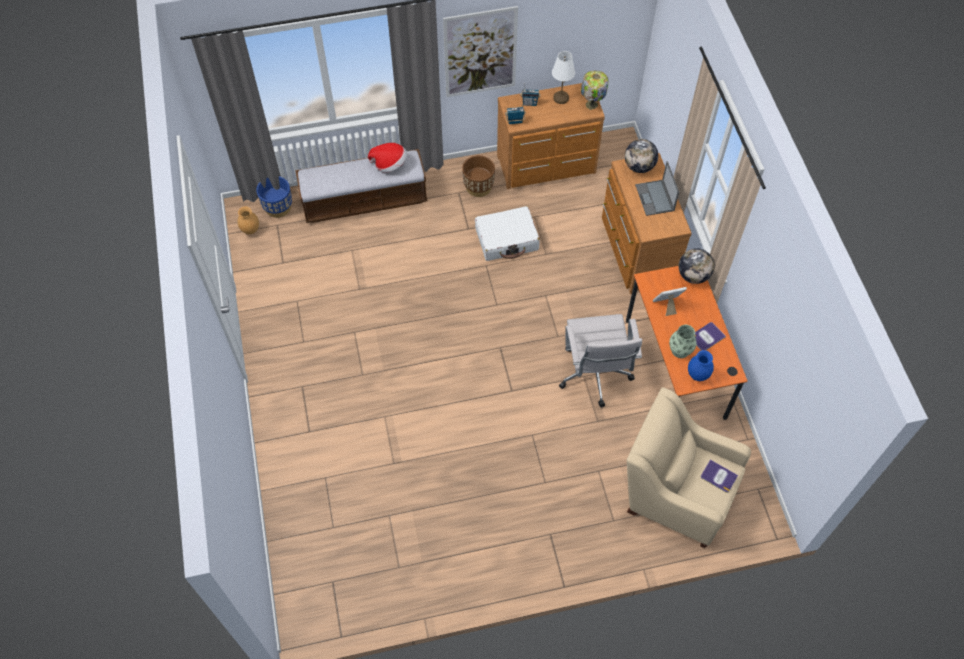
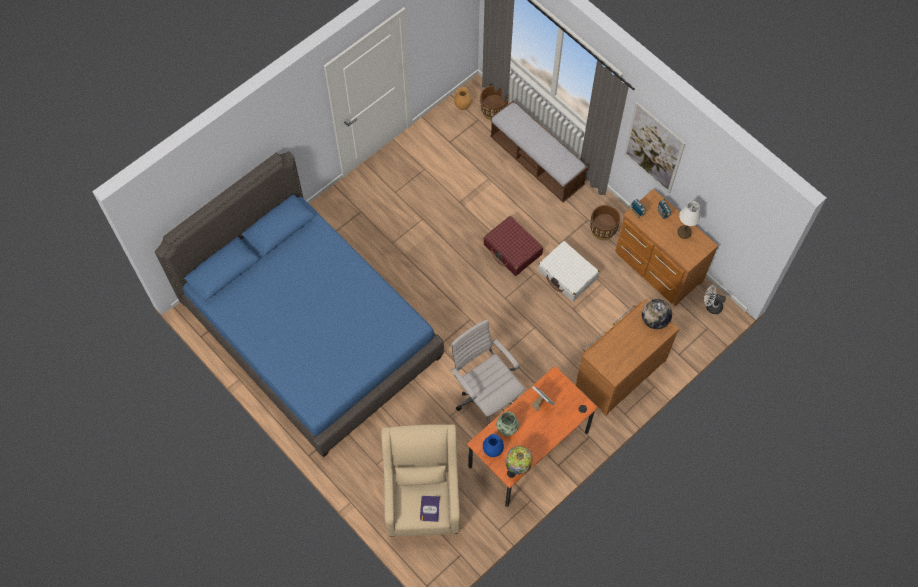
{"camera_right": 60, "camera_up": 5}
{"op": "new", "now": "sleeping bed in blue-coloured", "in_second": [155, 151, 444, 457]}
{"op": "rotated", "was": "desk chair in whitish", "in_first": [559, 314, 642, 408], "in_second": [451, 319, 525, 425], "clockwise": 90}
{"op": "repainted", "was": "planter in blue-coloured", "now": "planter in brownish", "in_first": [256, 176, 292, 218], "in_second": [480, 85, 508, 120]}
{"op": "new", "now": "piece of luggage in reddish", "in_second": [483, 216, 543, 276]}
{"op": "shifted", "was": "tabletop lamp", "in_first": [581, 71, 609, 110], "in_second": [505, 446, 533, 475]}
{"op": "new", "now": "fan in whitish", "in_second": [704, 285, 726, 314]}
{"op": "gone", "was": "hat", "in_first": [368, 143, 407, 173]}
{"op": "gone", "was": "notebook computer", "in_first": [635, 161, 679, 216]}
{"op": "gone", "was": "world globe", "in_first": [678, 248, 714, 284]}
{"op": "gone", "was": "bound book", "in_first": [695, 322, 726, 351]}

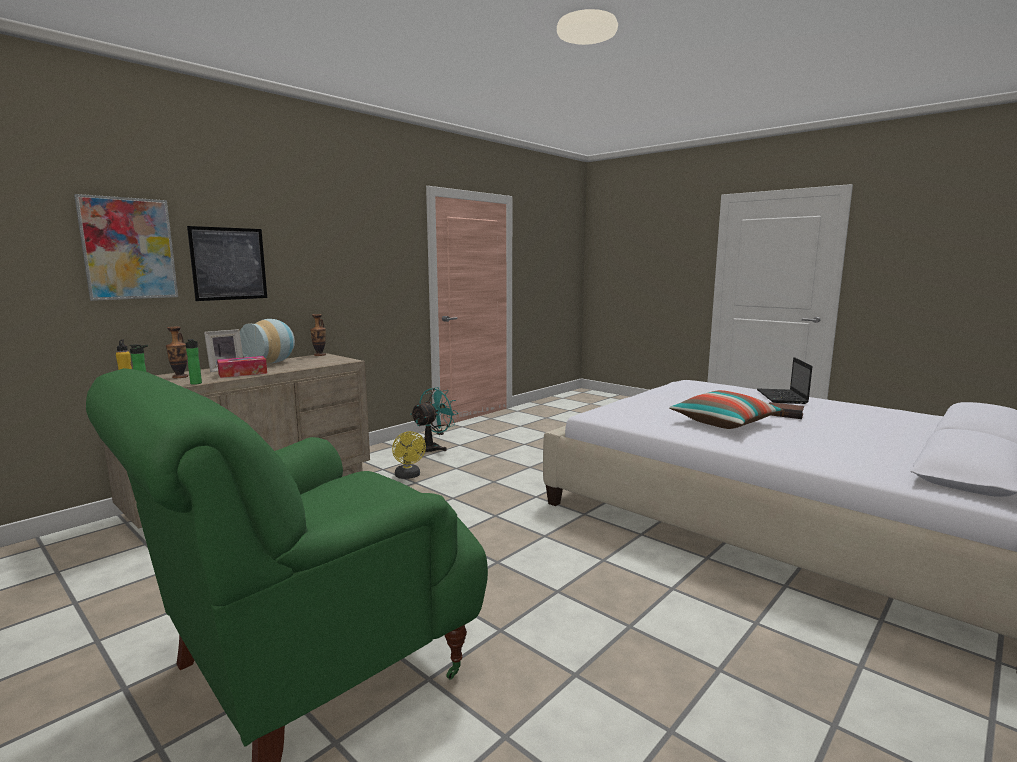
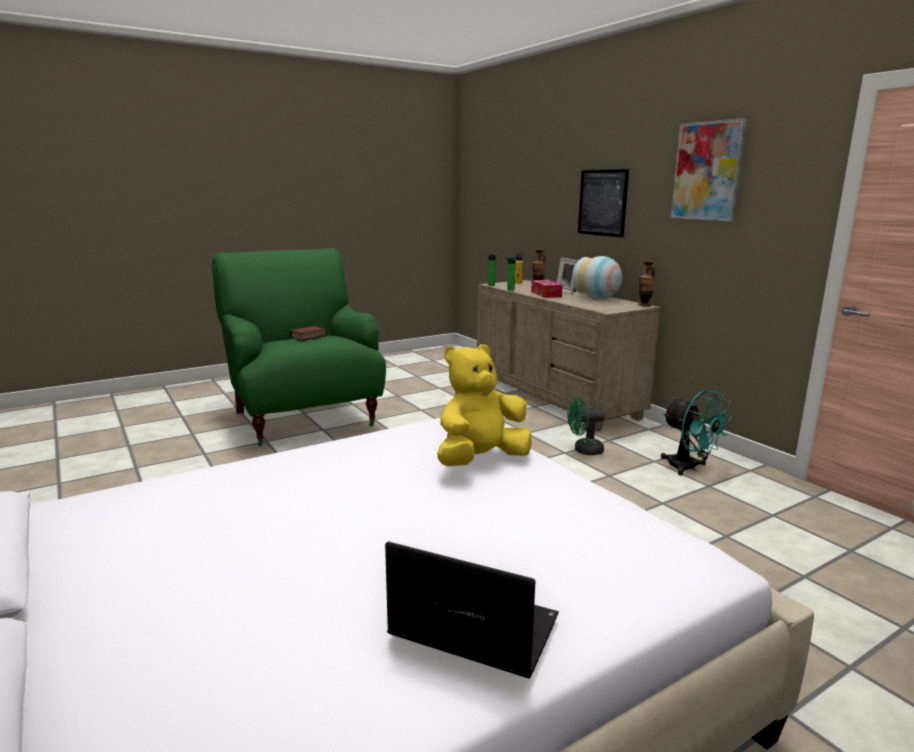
{"camera_right": 105, "camera_up": 5}
{"op": "shifted", "was": "bound book", "in_first": [769, 402, 804, 419], "in_second": [290, 326, 327, 341]}
{"op": "new", "now": "plush toy in yellowish", "in_second": [437, 344, 532, 466]}
{"op": "repainted", "was": "fan in yellowish", "now": "fan in green", "in_first": [392, 431, 426, 479], "in_second": [567, 398, 605, 455]}
{"op": "shifted", "was": "wall art", "in_first": [74, 194, 178, 301], "in_second": [671, 118, 747, 222]}
{"op": "gone", "was": "pillow", "in_first": [669, 390, 783, 429]}

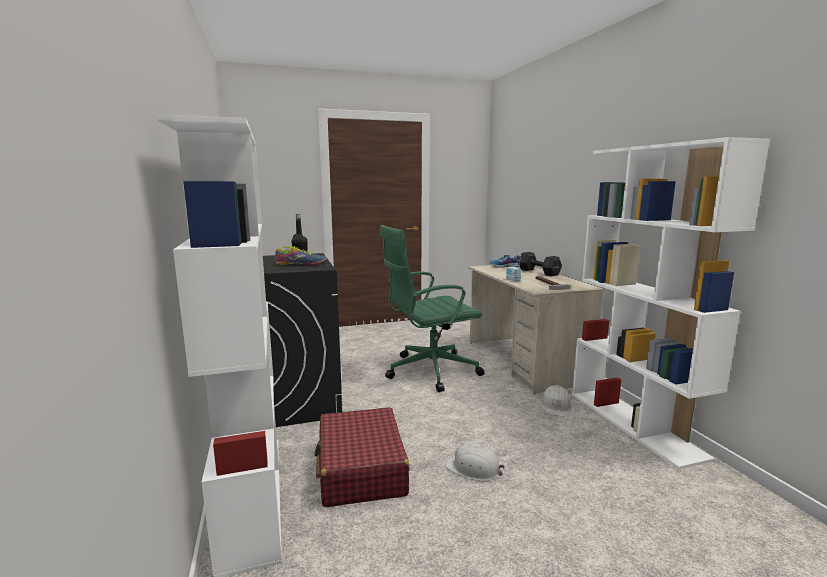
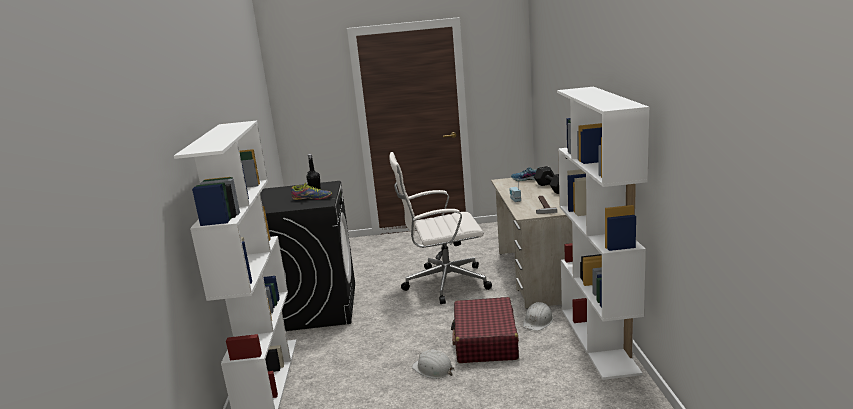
{"camera_right": 15, "camera_up": 5}
{"op": "repainted", "was": "desk chair in green", "now": "desk chair in whitish", "in_first": [380, 225, 485, 392], "in_second": [389, 152, 492, 304]}
{"op": "shifted", "was": "piece of luggage in reddish", "in_first": [314, 407, 410, 507], "in_second": [451, 297, 519, 363]}

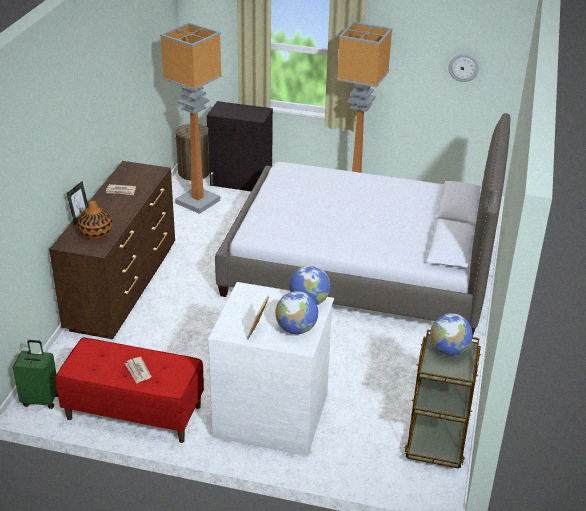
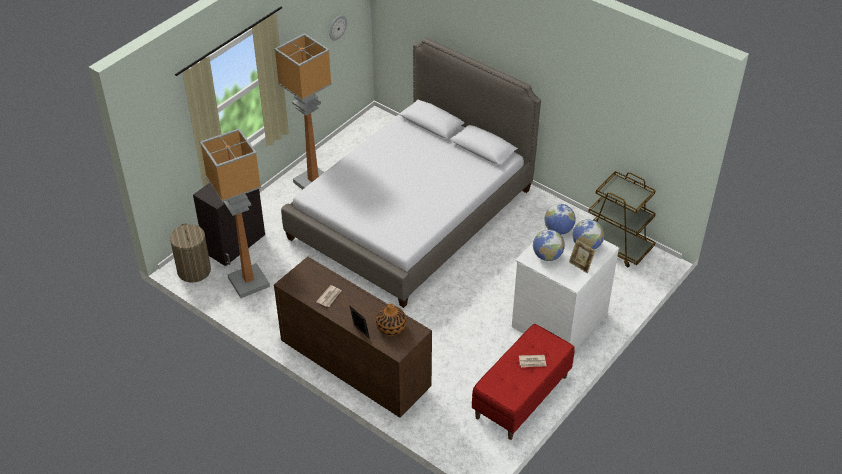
{"camera_right": -65, "camera_up": 10}
{"op": "shifted", "was": "world globe", "in_first": [430, 313, 473, 355], "in_second": [533, 229, 565, 261]}
{"op": "gone", "was": "piece of luggage in green", "in_first": [13, 340, 58, 409]}

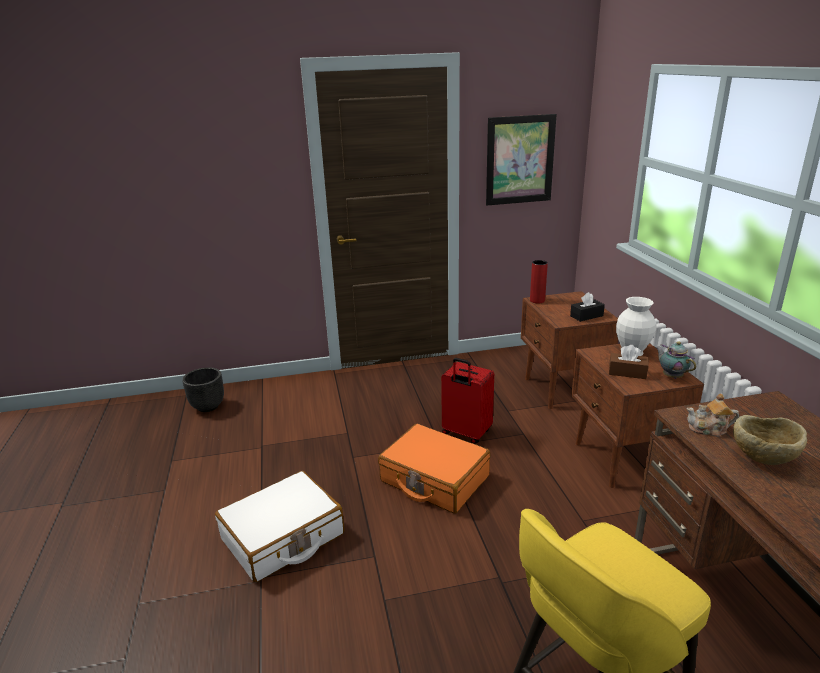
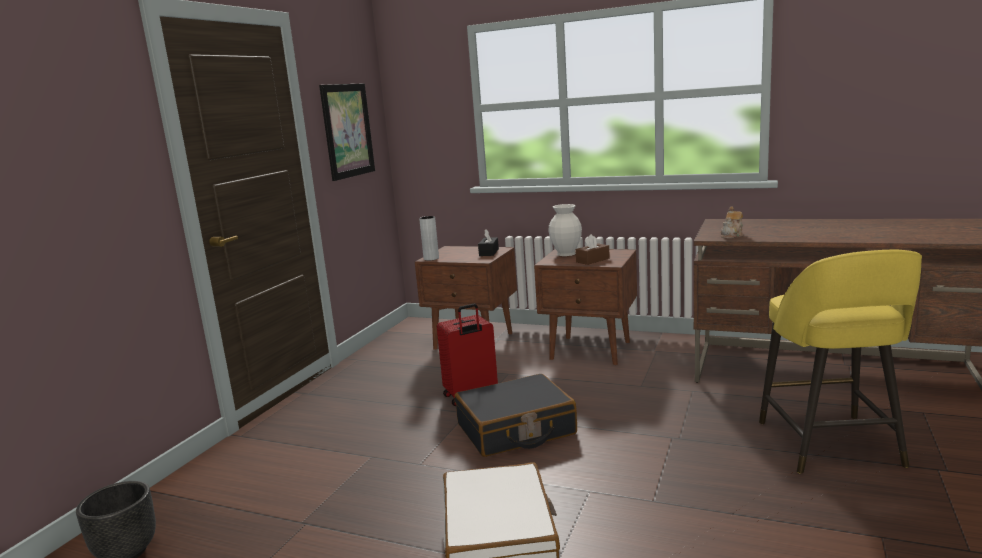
{"camera_right": -55, "camera_up": -10}
{"op": "repainted", "was": "vase in reddish", "now": "vase in grey", "in_first": [530, 260, 548, 303], "in_second": [419, 216, 439, 261]}
{"op": "repainted", "was": "piece of luggage in orange", "now": "piece of luggage in black", "in_first": [378, 424, 490, 514], "in_second": [455, 374, 577, 457]}
{"op": "gone", "was": "tea pot", "in_first": [655, 341, 696, 379]}
{"op": "gone", "was": "bowl in beige-coloured", "in_first": [733, 415, 807, 465]}

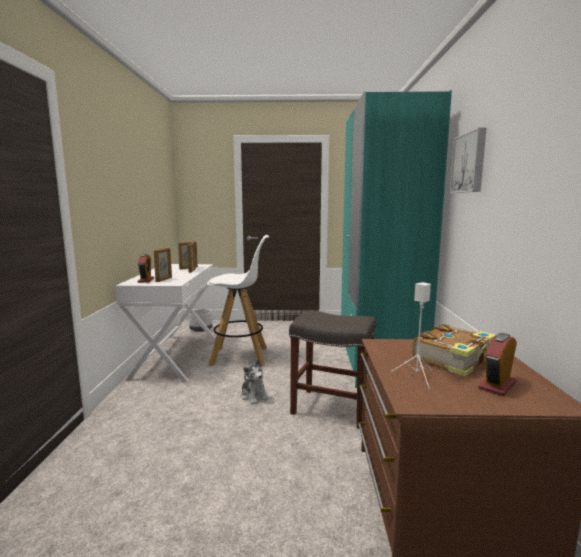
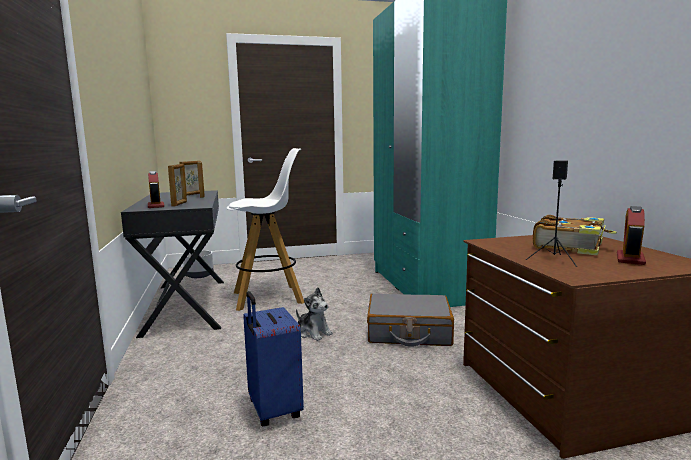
{"camera_right": -15, "camera_up": 0}
{"op": "repainted", "was": "desk table in whitish", "now": "desk table in black", "in_first": [115, 264, 215, 382], "in_second": [121, 190, 224, 338]}
{"op": "new", "now": "piece of luggage in blue-coloured", "in_second": [243, 291, 304, 426]}
{"op": "swapped", "was": "sitting stool in grey", "now": "piece of luggage in grey", "in_first": [289, 310, 376, 429], "in_second": [367, 293, 454, 347]}
{"op": "repainted", "was": "loudspeaker in whitish", "now": "loudspeaker in black", "in_first": [390, 282, 432, 389], "in_second": [526, 160, 577, 267]}
{"op": "gone", "was": "wall art", "in_first": [450, 128, 486, 193]}

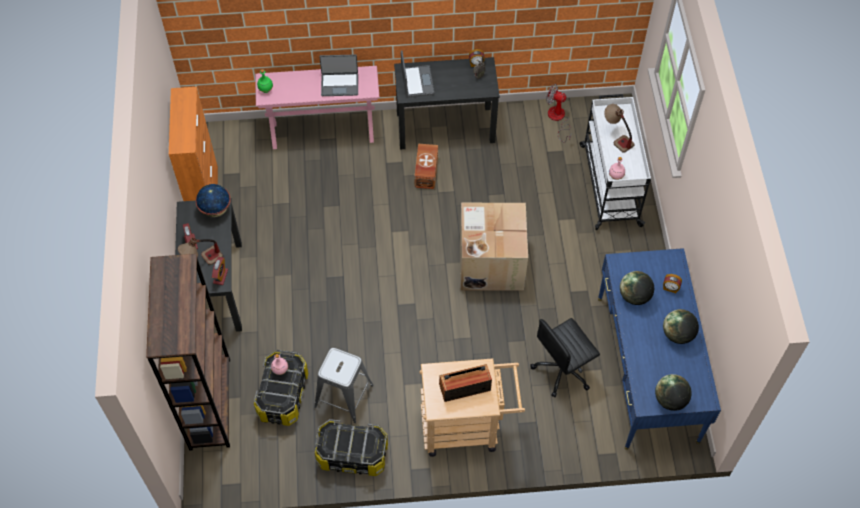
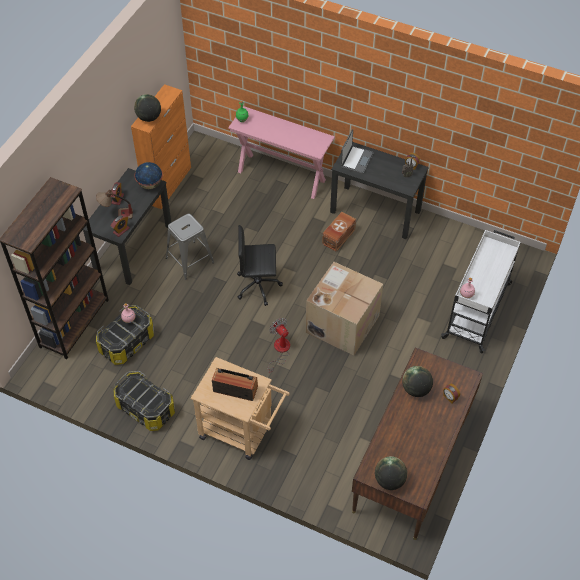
{"camera_right": 30, "camera_up": -5}
{"op": "shifted", "was": "world globe", "in_first": [663, 309, 699, 344], "in_second": [134, 94, 161, 122]}
{"op": "shifted", "was": "sitting stool in grey", "in_first": [314, 348, 374, 423], "in_second": [166, 214, 214, 280]}
{"op": "shifted", "was": "desk chair in black", "in_first": [530, 318, 600, 397], "in_second": [237, 225, 283, 306]}
{"op": "shifted", "was": "fan", "in_first": [546, 84, 571, 143], "in_second": [268, 318, 290, 372]}
{"op": "repainted", "was": "desk table in blue-coloured", "now": "desk table in brownish", "in_first": [598, 248, 721, 450], "in_second": [352, 348, 483, 540]}
{"op": "gone", "was": "notebook computer", "in_first": [319, 54, 358, 96]}
{"op": "gone", "was": "tabletop lamp", "in_first": [604, 104, 635, 153]}

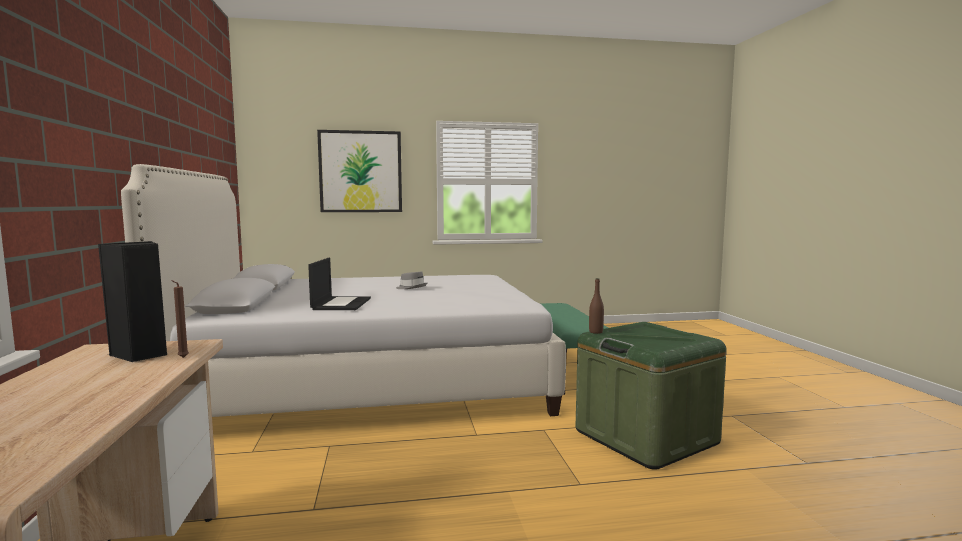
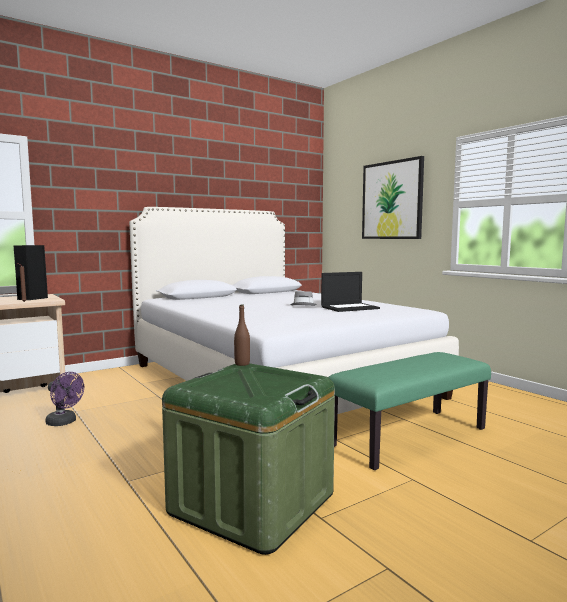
{"camera_right": 65, "camera_up": 0}
{"op": "new", "now": "fan in purplish", "in_second": [46, 372, 84, 426]}
{"op": "shifted", "was": "notebook computer", "in_first": [308, 258, 371, 310], "in_second": [321, 272, 380, 312]}

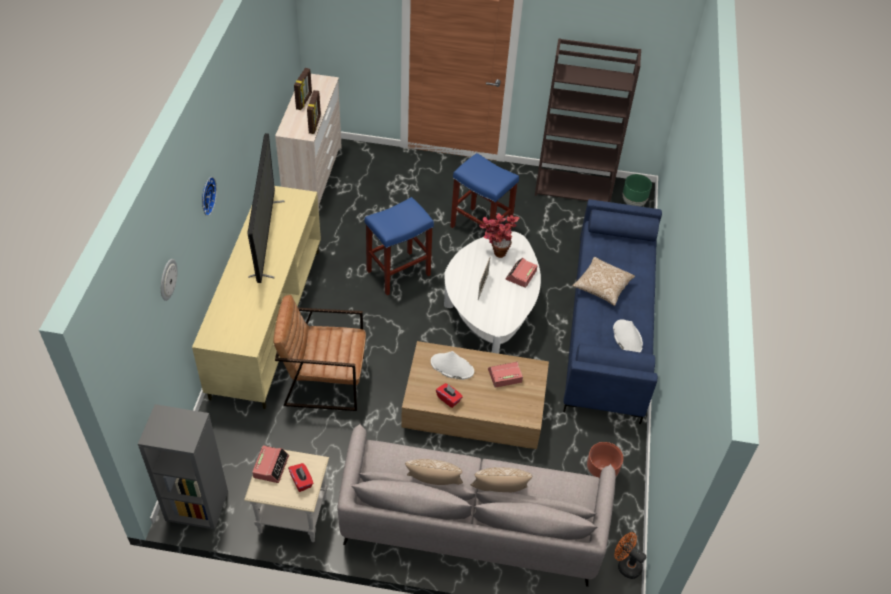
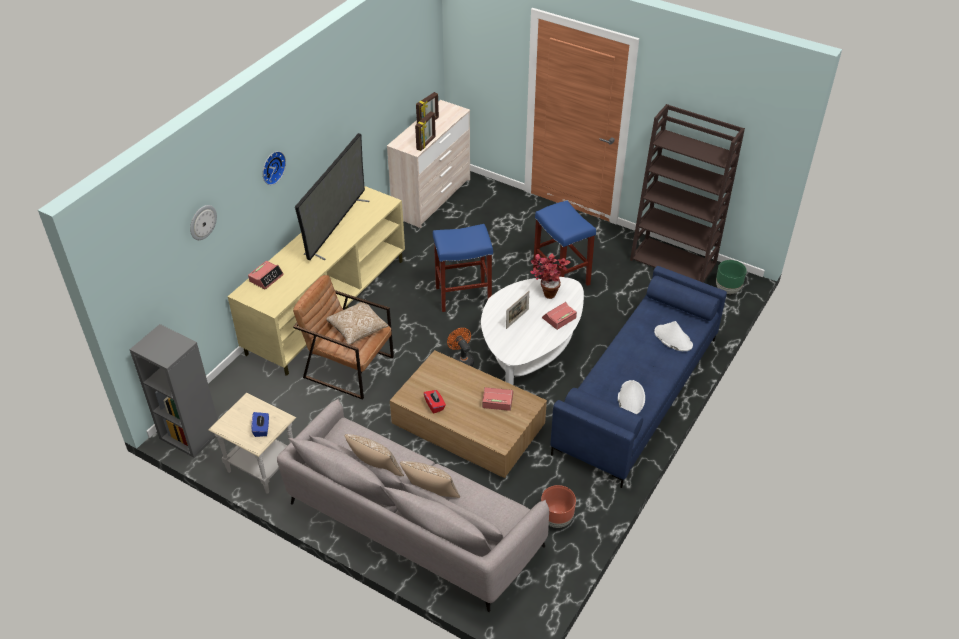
{"camera_right": 25, "camera_up": -5}
{"op": "shifted", "was": "bedside clock", "in_first": [252, 445, 289, 483], "in_second": [248, 261, 284, 289]}
{"op": "repainted", "was": "box of tissues in reddish", "now": "box of tissues in blue-coloured", "in_first": [288, 463, 314, 492], "in_second": [252, 412, 269, 437]}
{"op": "shifted", "was": "pillow", "in_first": [572, 257, 635, 306], "in_second": [326, 302, 389, 345]}
{"op": "shifted", "was": "fan in orange", "in_first": [614, 532, 646, 579], "in_second": [447, 328, 474, 367]}
{"op": "shifted", "was": "hat in whitish", "in_first": [431, 351, 474, 380], "in_second": [654, 321, 693, 351]}

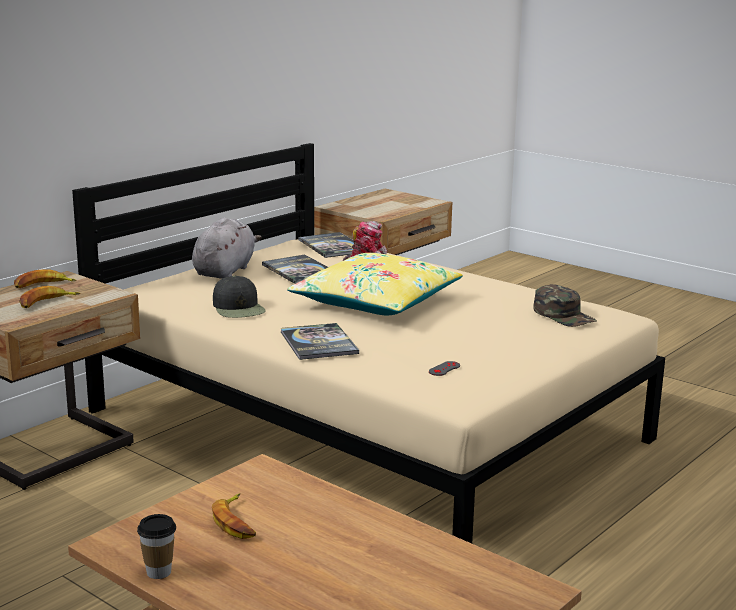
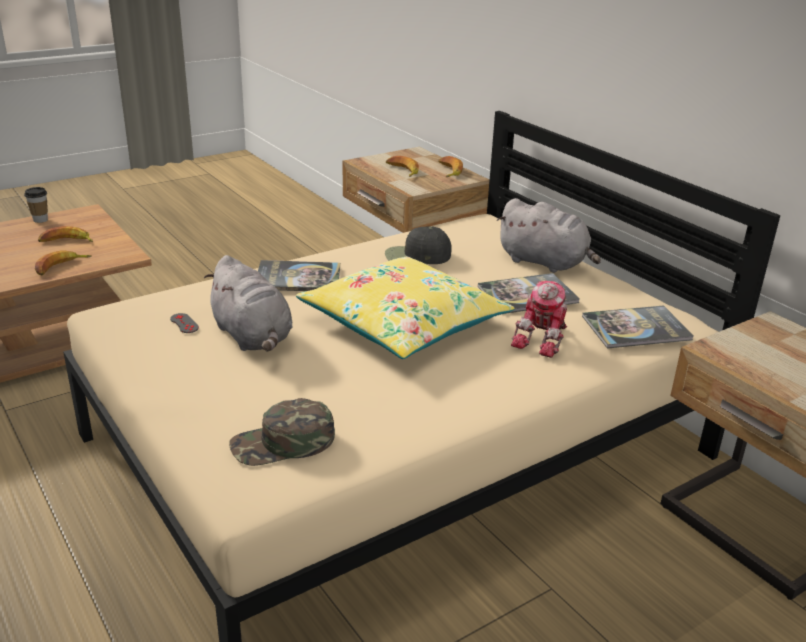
{"camera_right": 105, "camera_up": 10}
{"op": "new", "now": "banana fruit", "in_second": [35, 251, 92, 275]}
{"op": "new", "now": "plush toy in grey", "in_second": [204, 255, 293, 352]}

